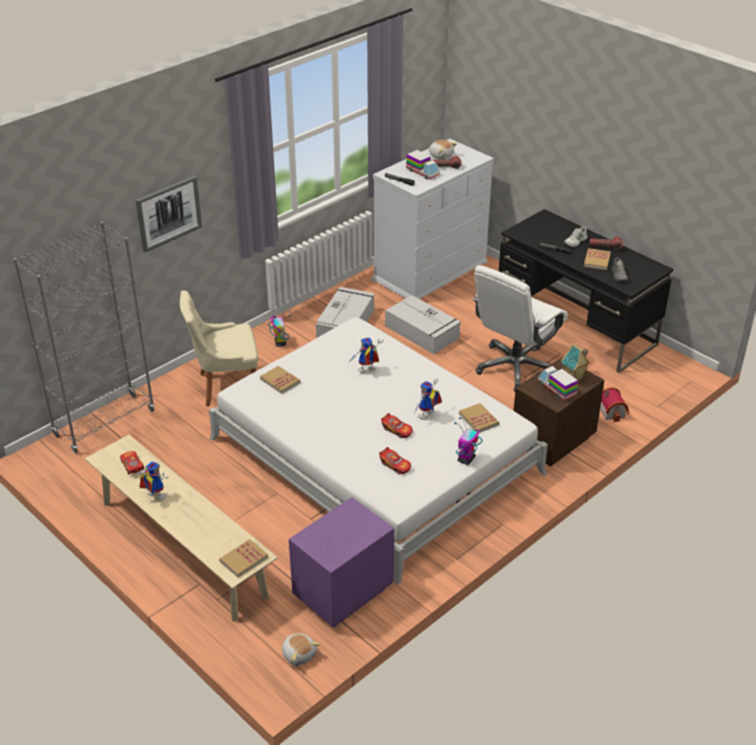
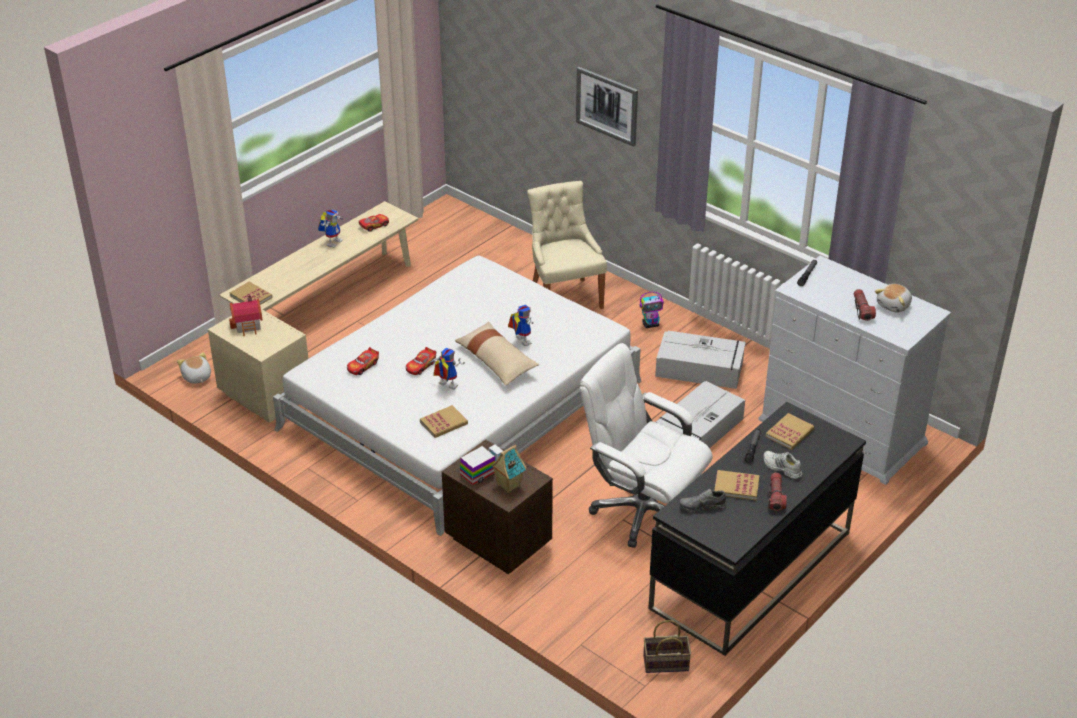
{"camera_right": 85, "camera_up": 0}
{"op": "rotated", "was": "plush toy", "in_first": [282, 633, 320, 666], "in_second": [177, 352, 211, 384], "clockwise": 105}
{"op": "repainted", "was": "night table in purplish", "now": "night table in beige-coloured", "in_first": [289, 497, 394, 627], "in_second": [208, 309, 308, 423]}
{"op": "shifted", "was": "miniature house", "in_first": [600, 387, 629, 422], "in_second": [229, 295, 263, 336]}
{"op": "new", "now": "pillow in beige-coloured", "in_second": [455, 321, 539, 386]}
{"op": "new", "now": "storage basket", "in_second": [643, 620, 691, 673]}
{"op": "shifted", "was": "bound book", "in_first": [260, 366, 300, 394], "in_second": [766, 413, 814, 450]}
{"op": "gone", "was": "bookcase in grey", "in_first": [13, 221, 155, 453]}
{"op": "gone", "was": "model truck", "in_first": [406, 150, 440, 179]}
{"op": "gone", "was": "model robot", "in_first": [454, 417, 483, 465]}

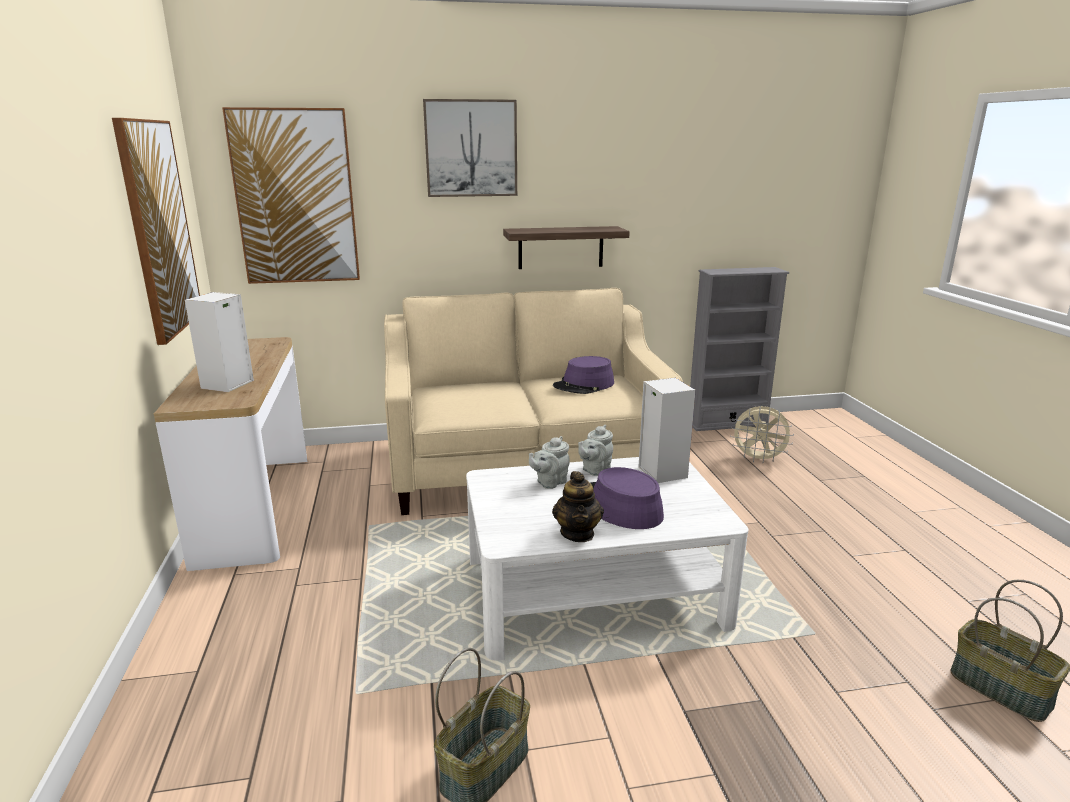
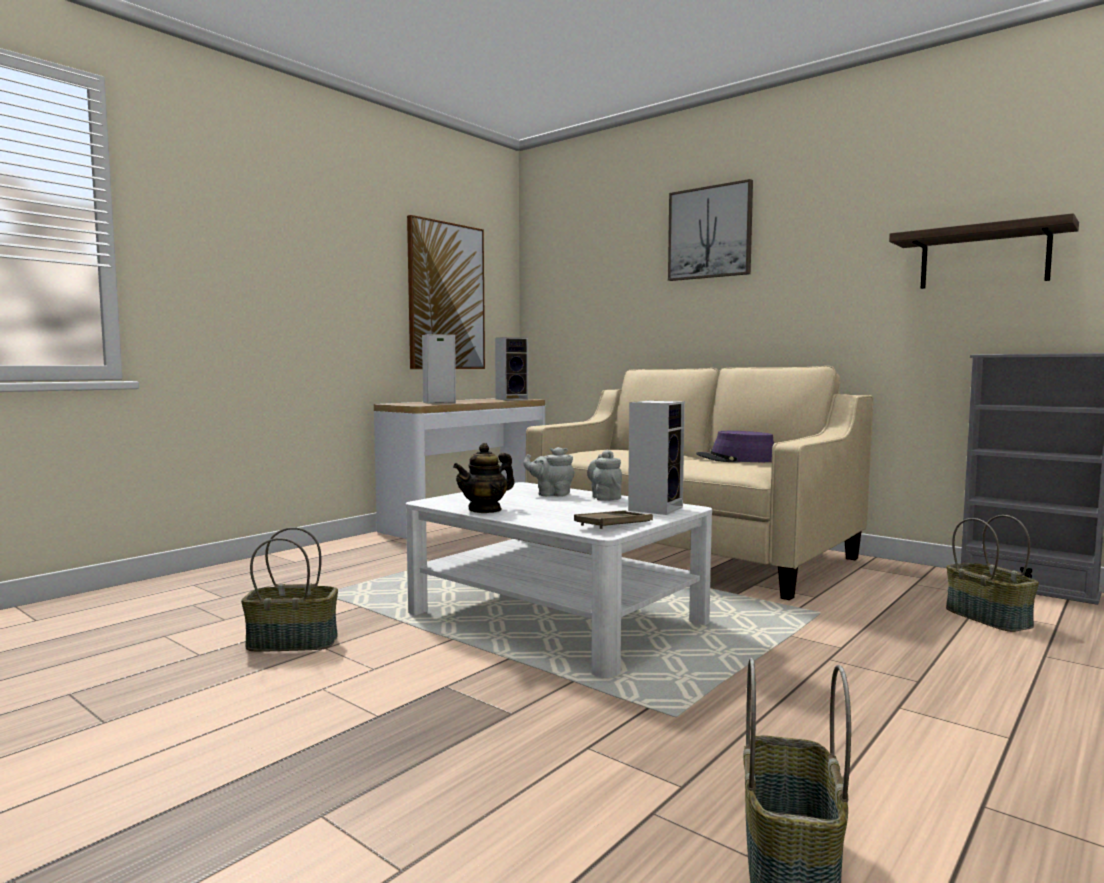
{"camera_right": 50, "camera_up": -15}
{"op": "new", "now": "loudspeaker", "in_second": [495, 337, 528, 400]}
{"op": "new", "now": "carrying tray in brownish", "in_second": [574, 510, 653, 529]}
{"op": "rotated", "was": "tea pot in grey", "in_first": [578, 425, 613, 476], "in_second": [587, 450, 622, 501], "clockwise": 75}
{"op": "shifted", "was": "bracket shelf", "in_first": [503, 226, 630, 269], "in_second": [889, 213, 1079, 289]}
{"op": "swapped", "was": "fan in beige-coloured", "now": "storage basket", "in_first": [730, 406, 794, 462], "in_second": [946, 515, 1039, 632]}
{"op": "gone", "was": "wall art", "in_first": [222, 107, 360, 284]}
{"op": "gone", "was": "hat in purplish", "in_first": [591, 467, 664, 529]}

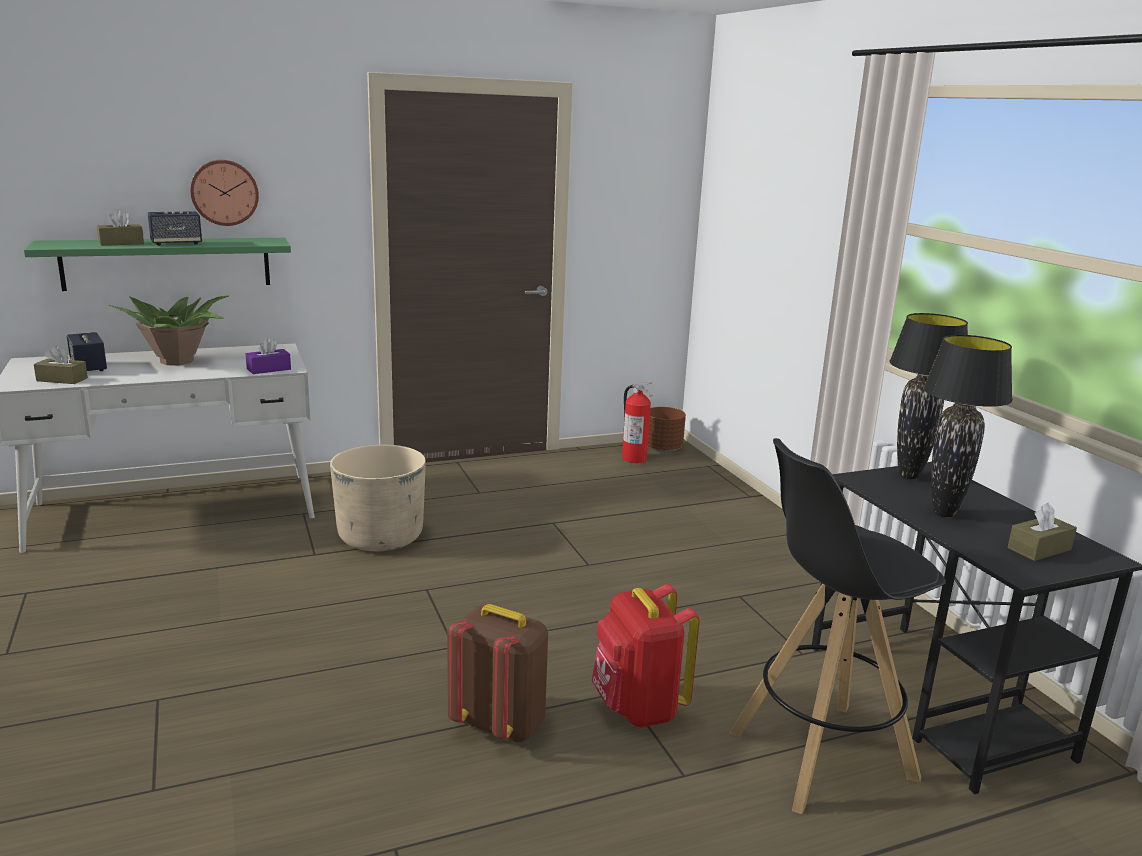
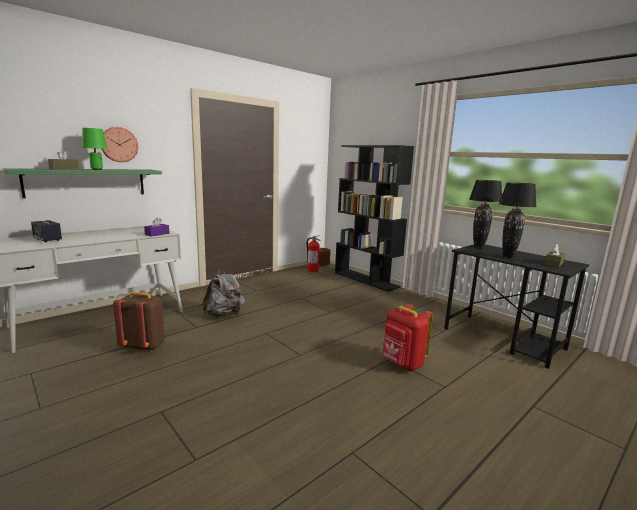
{"camera_right": -20, "camera_up": -5}
{"op": "swapped", "was": "loudspeaker", "now": "tabletop lamp in green", "in_first": [147, 211, 202, 246], "in_second": [82, 128, 107, 170]}
{"op": "shifted", "was": "knapsack in brownish", "in_first": [447, 604, 548, 742], "in_second": [113, 292, 165, 351]}
{"op": "swapped", "was": "planter in beige-coloured", "now": "knapsack in grey", "in_first": [330, 444, 426, 551], "in_second": [202, 268, 245, 317]}
{"op": "new", "now": "bookcase in black", "in_second": [335, 145, 414, 292]}
{"op": "gone", "was": "box of tissues in brownish", "in_first": [34, 346, 88, 384]}
{"op": "gone", "was": "plant in a pot", "in_first": [108, 295, 229, 365]}
{"op": "gone", "was": "sitting stool in black", "in_first": [729, 438, 946, 814]}

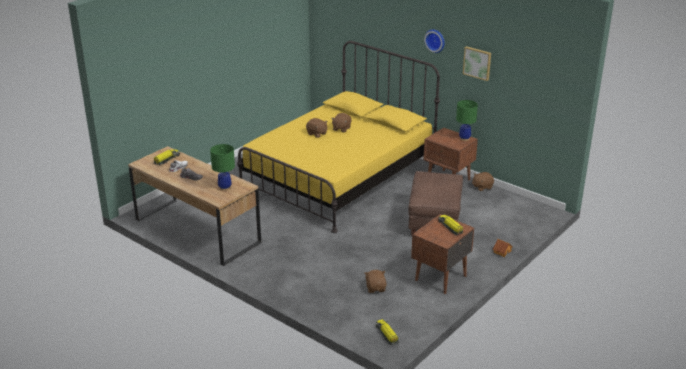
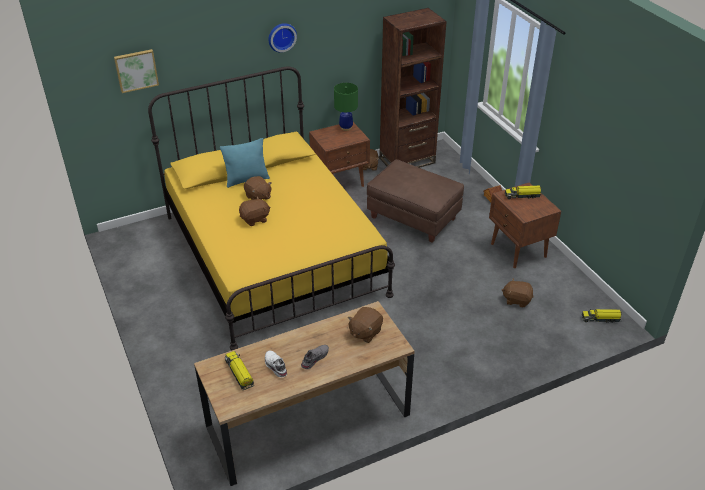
{"camera_right": -65, "camera_up": 10}
{"op": "shifted", "was": "wall art", "in_first": [463, 46, 491, 81], "in_second": [114, 49, 159, 93]}
{"op": "new", "now": "pillow in turquoise", "in_second": [220, 138, 270, 188]}
{"op": "swapped", "was": "tabletop lamp in green", "now": "plush toy in brownish", "in_first": [210, 144, 235, 191], "in_second": [348, 307, 383, 343]}
{"op": "new", "now": "bookcase in brownish", "in_second": [379, 8, 447, 168]}

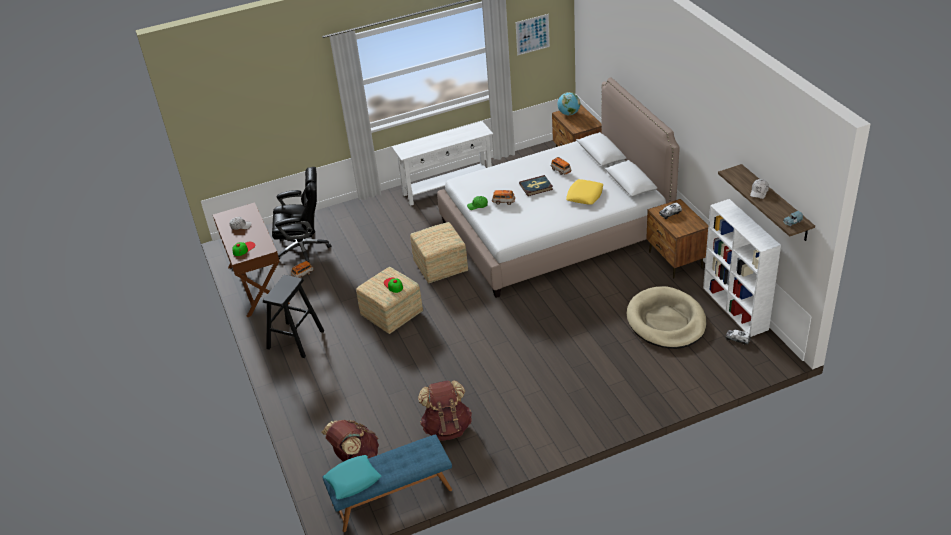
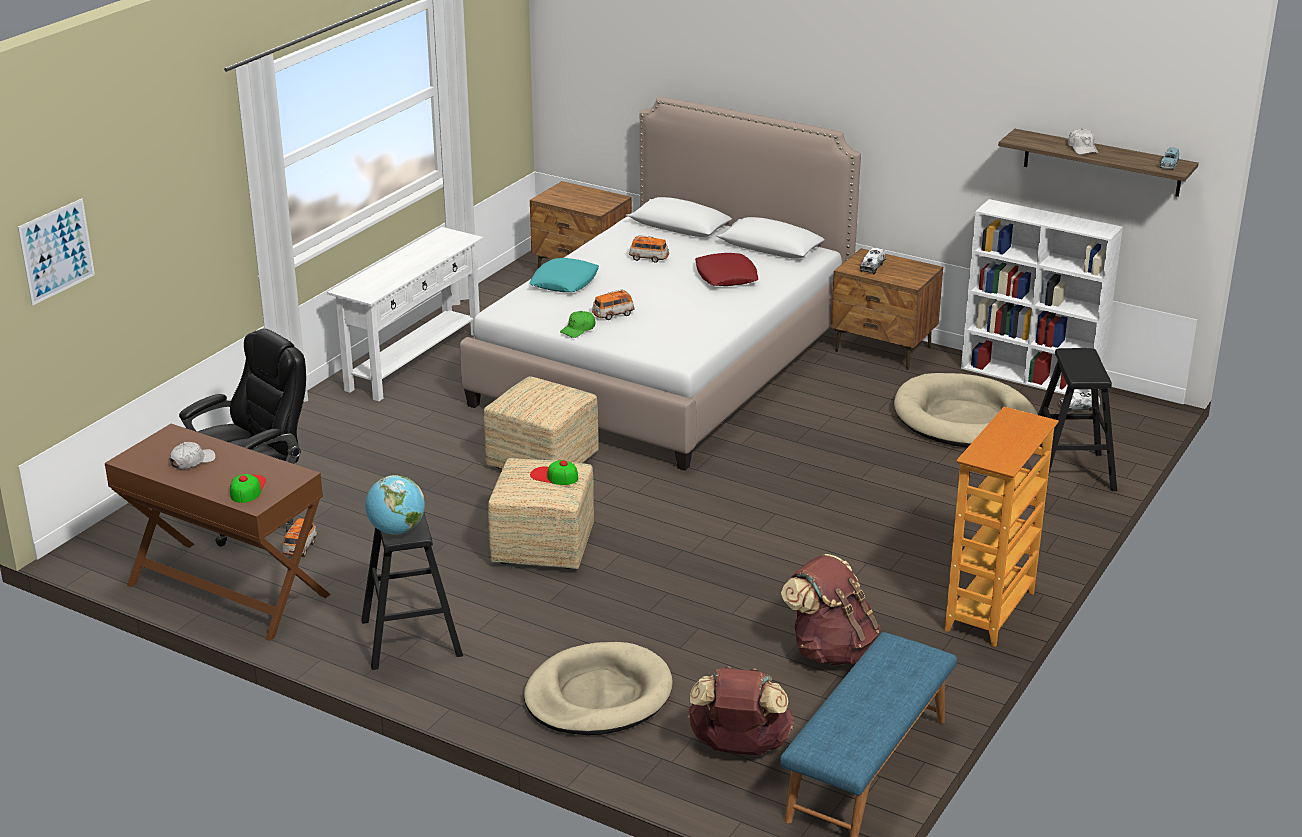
{"camera_right": -40, "camera_up": -10}
{"op": "shifted", "was": "wall art", "in_first": [516, 14, 550, 56], "in_second": [18, 198, 95, 306]}
{"op": "shifted", "was": "world globe", "in_first": [558, 92, 580, 115], "in_second": [365, 475, 425, 534]}
{"op": "new", "now": "dog cushion in beige-coloured", "in_second": [524, 642, 673, 735]}
{"op": "shifted", "was": "pillow in turquoise", "in_first": [323, 455, 381, 499], "in_second": [530, 258, 599, 292]}
{"op": "repainted", "was": "pillow in yellowish", "now": "pillow in reddish", "in_first": [566, 179, 603, 205], "in_second": [695, 253, 758, 286]}
{"op": "new", "now": "bookcase", "in_second": [945, 407, 1059, 647]}
{"op": "new", "now": "sitting stool in black", "in_second": [1038, 348, 1117, 491]}
{"op": "gone", "was": "bound book", "in_first": [519, 175, 553, 196]}

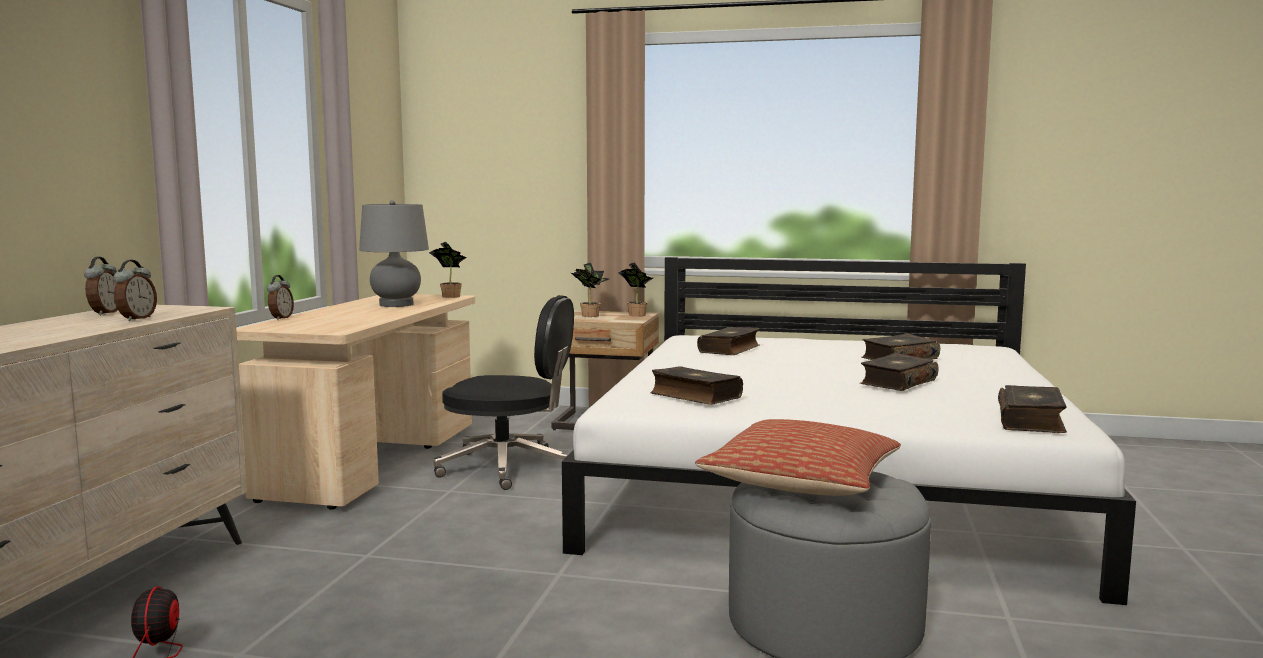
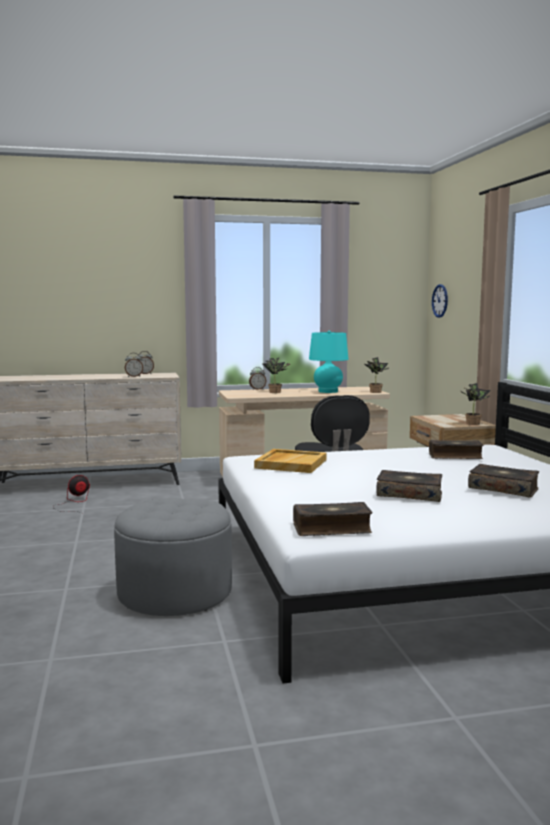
{"camera_right": 65, "camera_up": 0}
{"op": "swapped", "was": "bound book", "now": "carrying tray in beige-coloured", "in_first": [651, 366, 743, 405], "in_second": [254, 449, 327, 473]}
{"op": "shifted", "was": "plant in a pot", "in_first": [571, 263, 609, 317], "in_second": [263, 358, 290, 393]}
{"op": "repainted", "was": "tabletop lamp in grey", "now": "tabletop lamp in turquoise", "in_first": [359, 200, 429, 307], "in_second": [309, 330, 349, 393]}
{"op": "new", "now": "wall clock", "in_second": [432, 284, 448, 318]}
{"op": "gone", "was": "pillow", "in_first": [695, 419, 901, 496]}

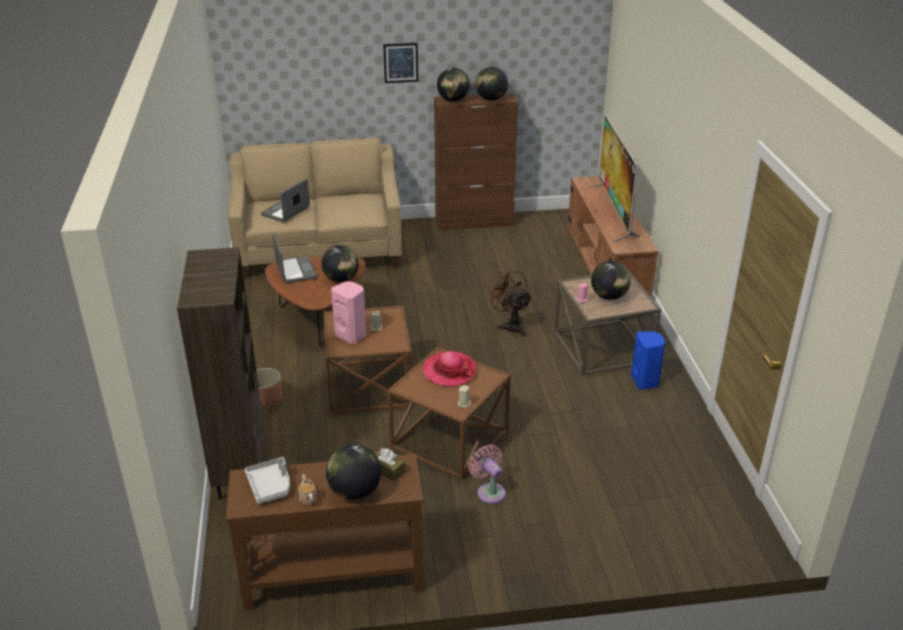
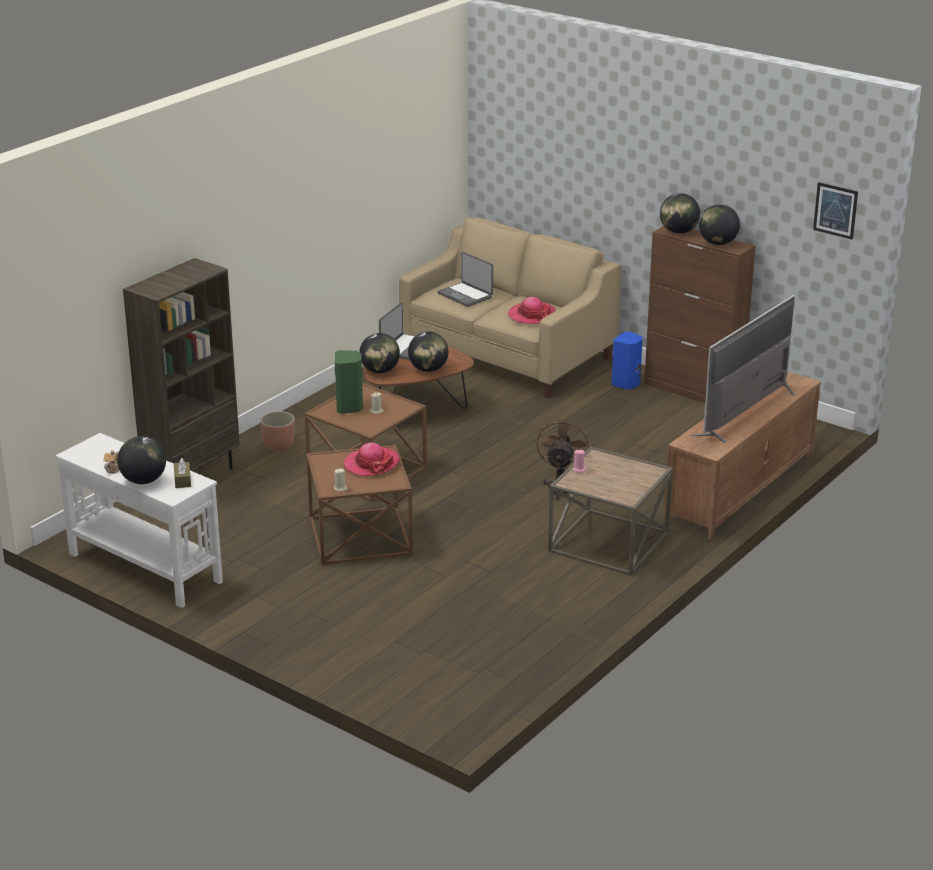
{"camera_right": 45, "camera_up": -5}
{"op": "repainted", "was": "narrow table in brownish", "now": "narrow table in whitish", "in_first": [226, 453, 424, 611], "in_second": [55, 433, 223, 608]}
{"op": "repainted", "was": "loudspeaker in pink-coloured", "now": "loudspeaker in green", "in_first": [331, 281, 366, 344], "in_second": [335, 350, 363, 414]}
{"op": "shifted", "was": "world globe", "in_first": [591, 261, 631, 300], "in_second": [359, 333, 400, 373]}
{"op": "rotated", "was": "notebook computer", "in_first": [261, 178, 310, 222], "in_second": [438, 252, 493, 307], "clockwise": -120}
{"op": "new", "now": "hat", "in_second": [508, 297, 555, 324]}
{"op": "shifted", "was": "loudspeaker in blue-coloured", "in_first": [631, 331, 665, 390], "in_second": [612, 332, 643, 390]}
{"op": "shifted", "was": "wall art", "in_first": [383, 43, 419, 83], "in_second": [813, 182, 858, 240]}
{"op": "gone", "was": "carrying tray in grey", "in_first": [245, 457, 290, 504]}
{"op": "gone", "was": "fan in pink-coloured", "in_first": [468, 444, 506, 504]}

